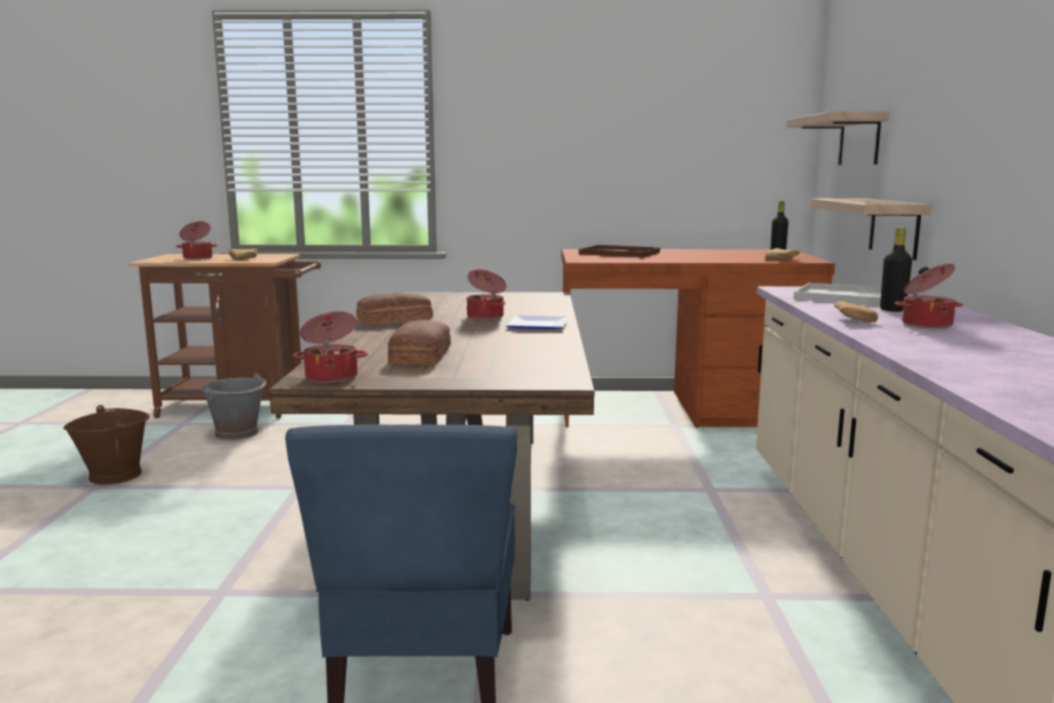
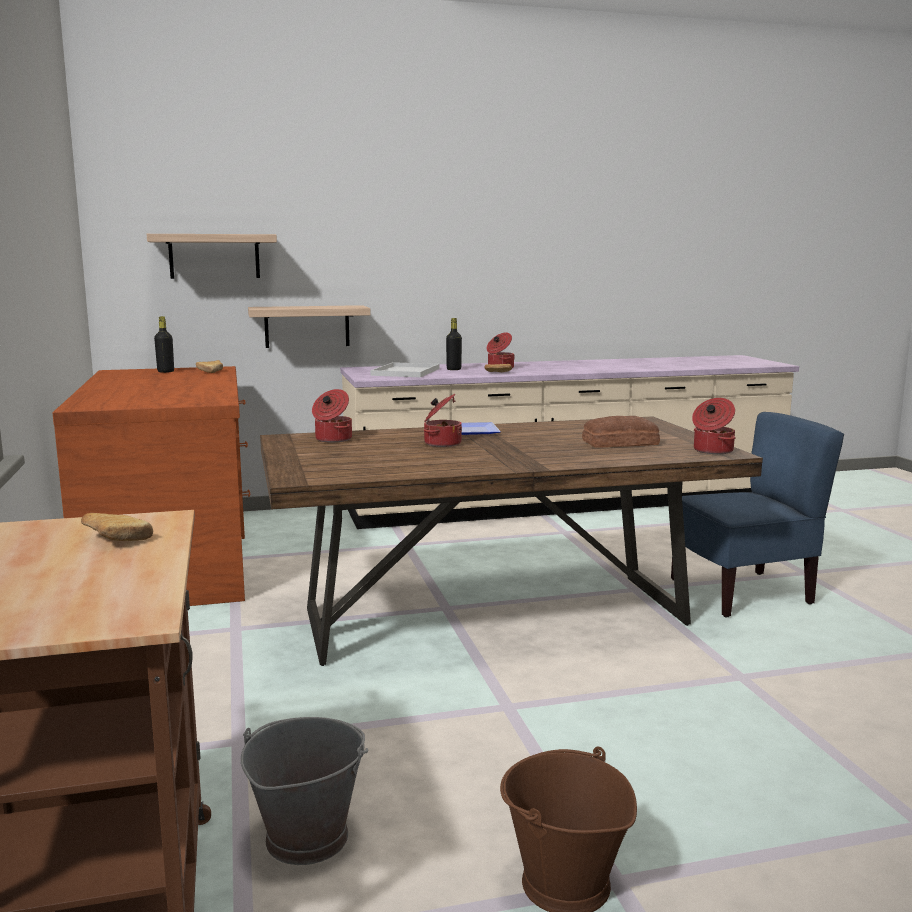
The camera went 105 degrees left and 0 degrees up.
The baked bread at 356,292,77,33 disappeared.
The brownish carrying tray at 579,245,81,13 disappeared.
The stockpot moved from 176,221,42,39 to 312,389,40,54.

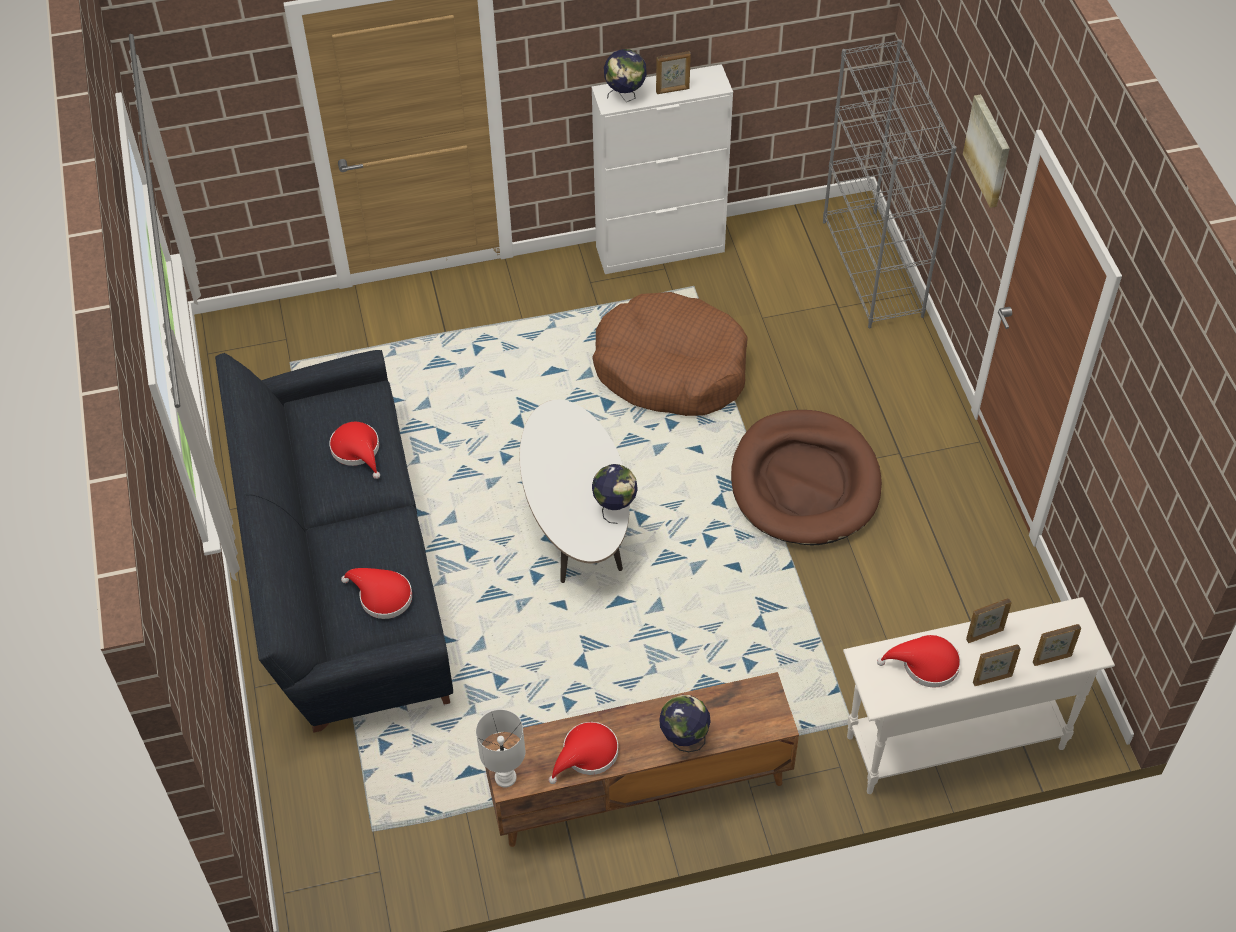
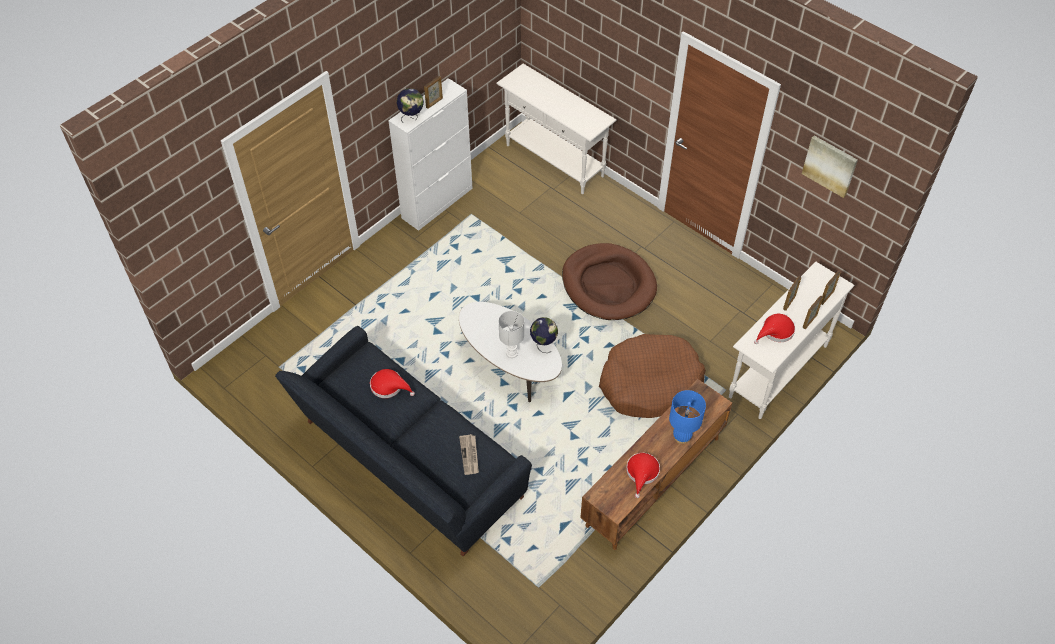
The camera went 35 degrees left and 0 degrees up.
The whitish table lamp moved from 476,709,49,78 to 499,311,25,47.
The brownish dog cushion moved from 592,292,156,124 to 599,334,107,84.
The wall picture moved from 963,94,47,114 to 802,136,56,62.
The red-coloured hat at 341,568,71,51 was replaced by the daily paper at 459,434,20,41.
The globe at 659,695,52,57 was replaced by the bluish table lamp at 669,390,37,54.
The grey shelving unit at 823,39,134,289 was replaced by the whitish console table at 496,64,121,130.

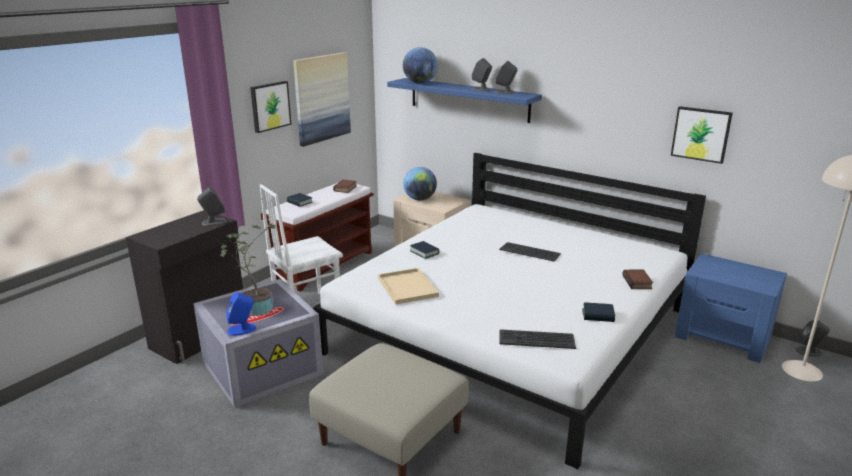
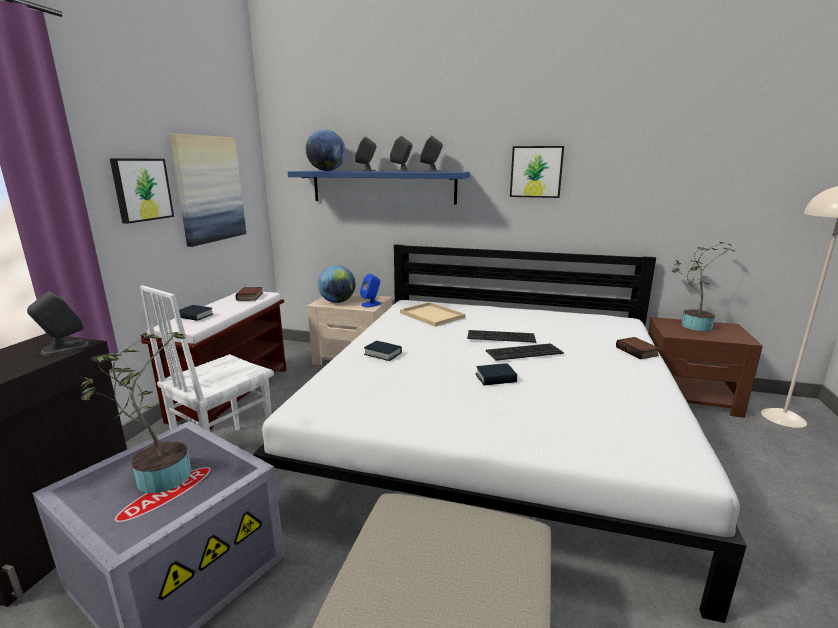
The camera went 20 degrees left and 5 degrees down.
The plant in a pot at 672,242,63,89 appeared.
The bluish audio speaker moved from 226,292,30,44 to 360,274,21,33.
The sand-coloured carrying tray moved from 378,268,61,37 to 400,302,65,25.
The computer keyboard moved from 499,329,77,20 to 486,343,78,18.
The book moved from 582,302,33,20 to 475,363,42,22.
The wall picture moved from 671,106,62,58 to 510,146,54,52.
The grey audio speaker moved from 796,320,34,37 to 355,136,21,35.
The bluish bedside table at 675,253,112,110 became the brownish bedside table at 648,317,115,101.

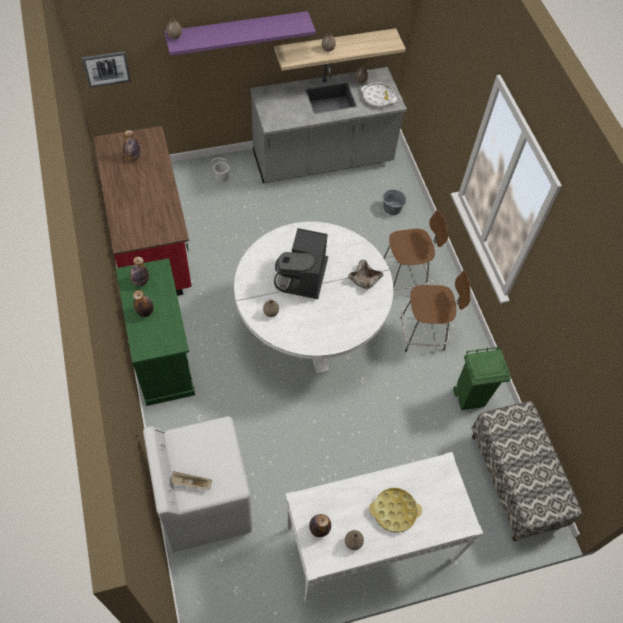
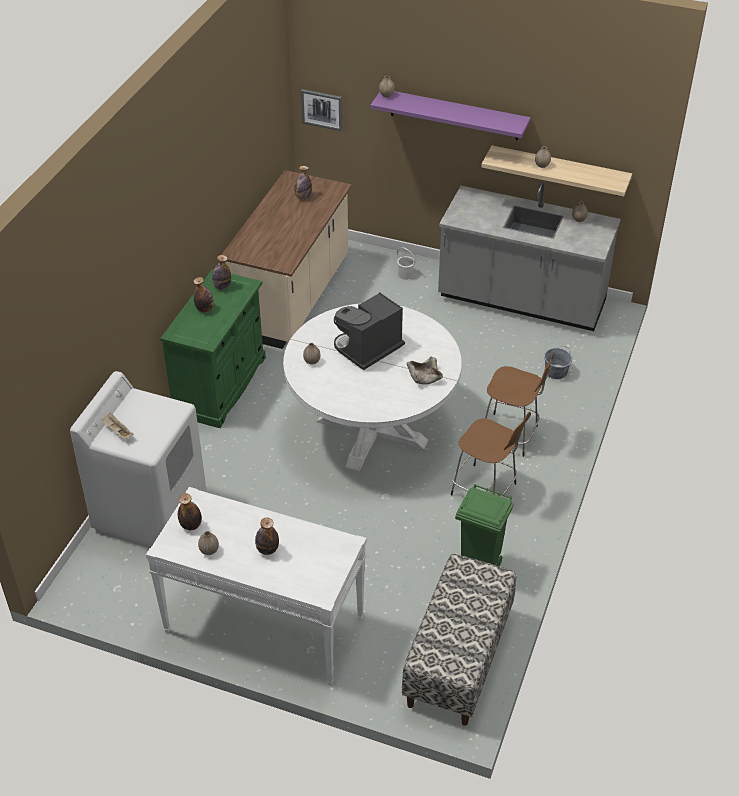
The camera went 40 degrees right and 15 degrees down.
The whitish carrying tray at 361,82,36,25 disappeared.
The yellow carrying tray at 369,488,53,45 was replaced by the beverage bottle at 255,518,24,37.
The red-coloured kitchen base unit at 93,126,99,170 became the sand-coloured kitchen base unit at 221,170,131,179.

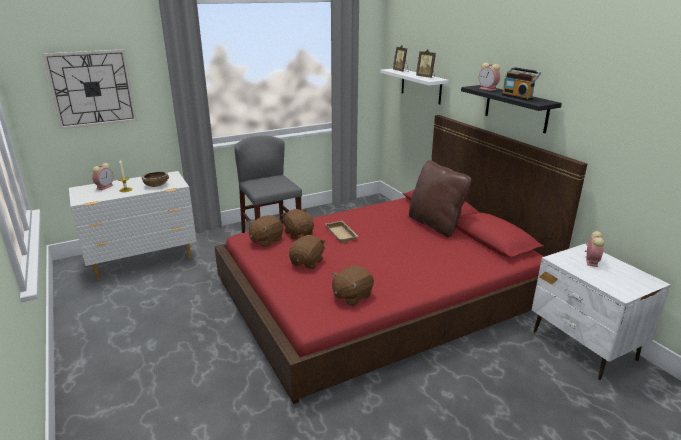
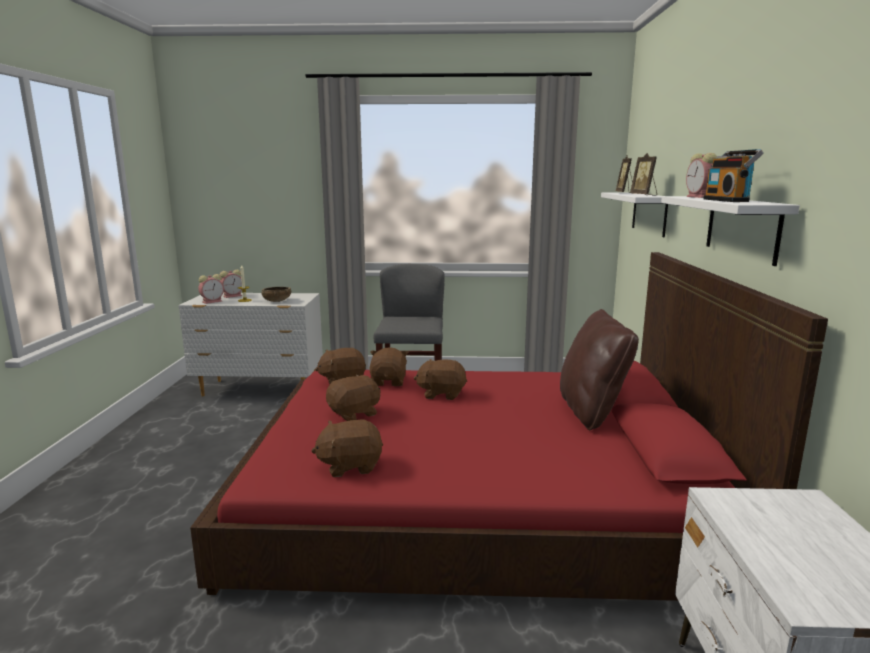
The camera went 30 degrees right and 10 degrees down.
The hanging clock at 42,49,95,80 disappeared.
The bedside clock moved from 585,231,19,36 to 198,274,26,30.
The sand-coloured carrying tray at 325,221,34,22 was replaced by the brownish plush toy at 414,359,53,41.
The black bracket shelf at 461,85,101,48 became the whitish bracket shelf at 661,196,139,70.

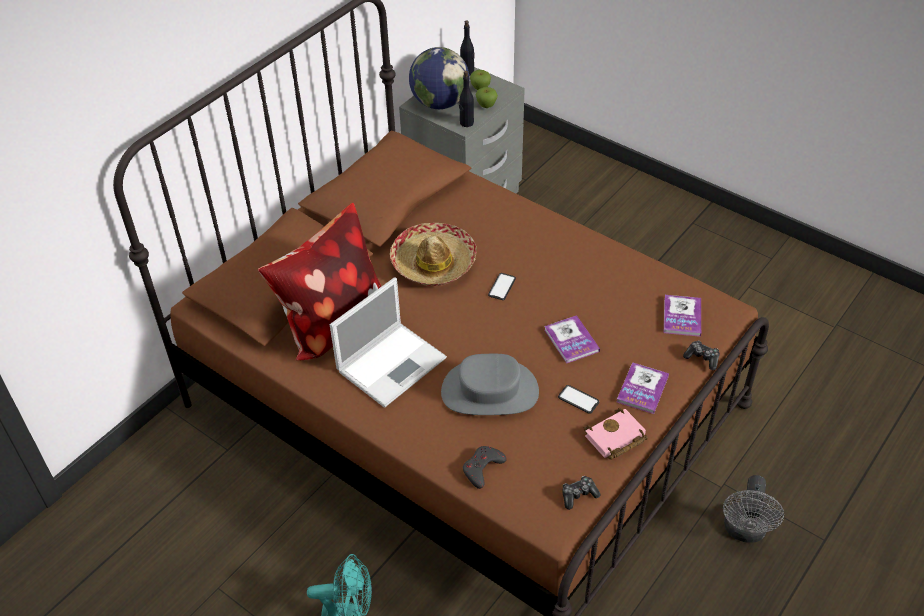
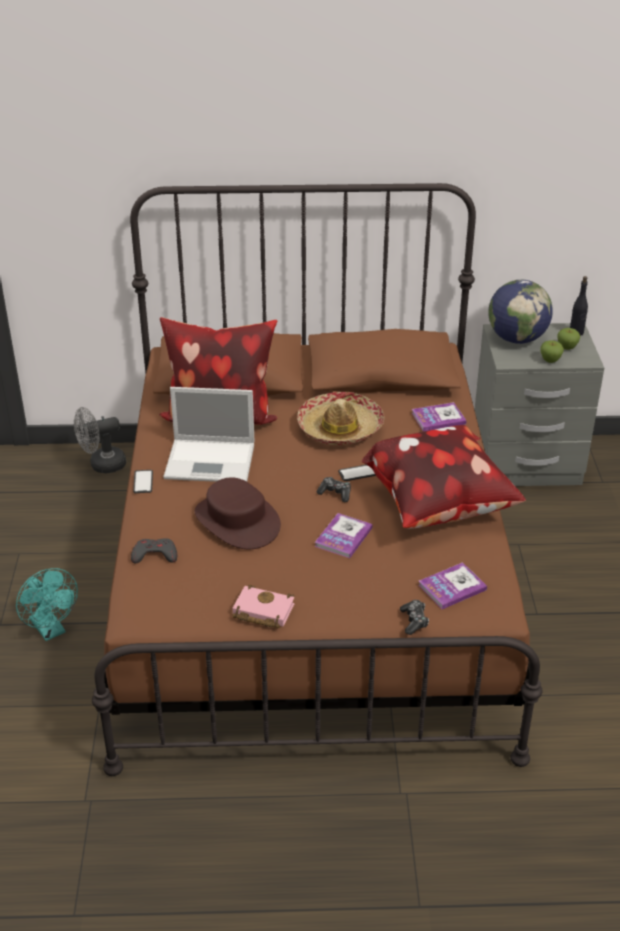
The camera went 50 degrees right and 10 degrees down.
The black beverage bottle at 459,71,15,56 disappeared.
The throw pillow at 362,425,164,104 appeared.
The handset moved from 558,385,42,29 to 133,470,20,23.
The gamepad moved from 562,476,39,34 to 317,477,34,25.
The book moved from 617,362,52,52 to 412,402,55,29.
The grey fan moved from 723,475,61,68 to 74,407,52,66.
The grey hat at 441,354,98,61 became the brownish hat at 195,477,86,72.

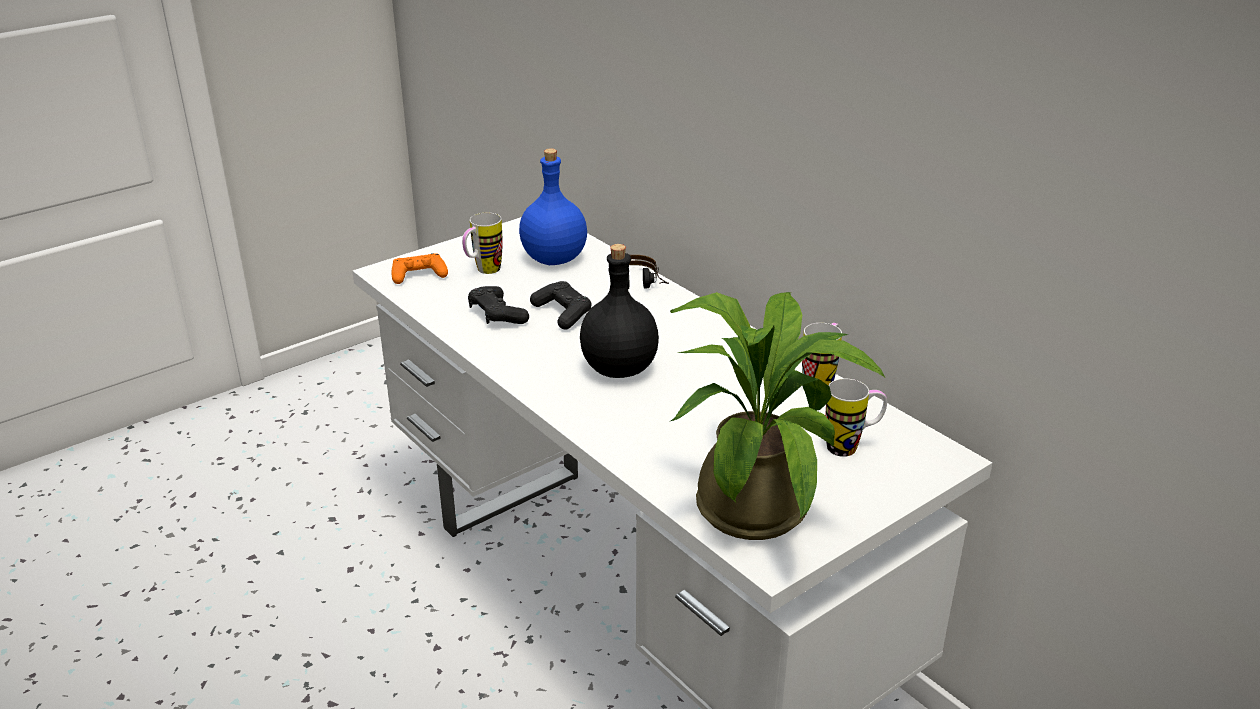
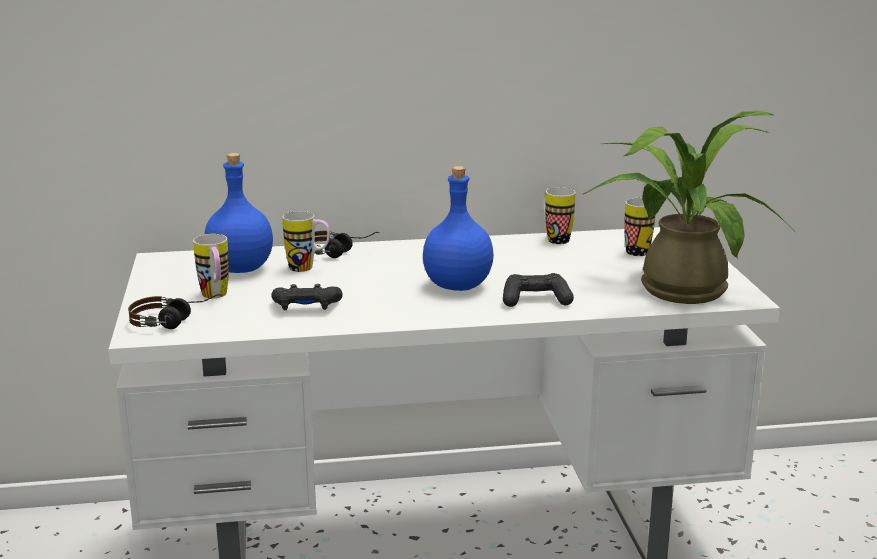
The camera went 60 degrees left and 10 degrees down.
The coffee mug at 282,211,48,61 appeared.
The black gamepad moved from 530,281,62,49 to 503,273,71,34.
The orangey gamepad at 391,253,57,31 was replaced by the pair of headphones at 128,294,94,35.
The black beverage bottle at 580,244,79,134 became the bluish beverage bottle at 423,166,71,125.

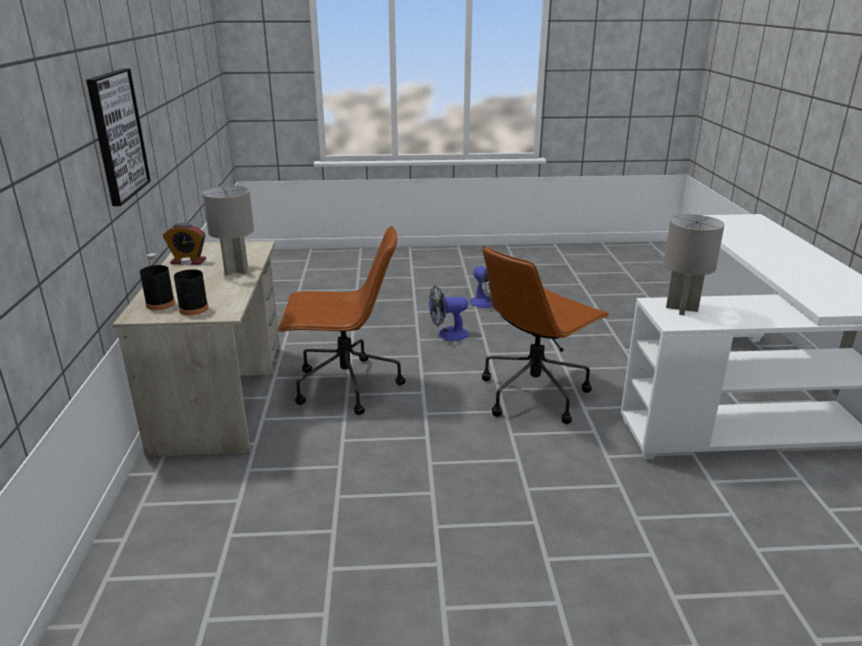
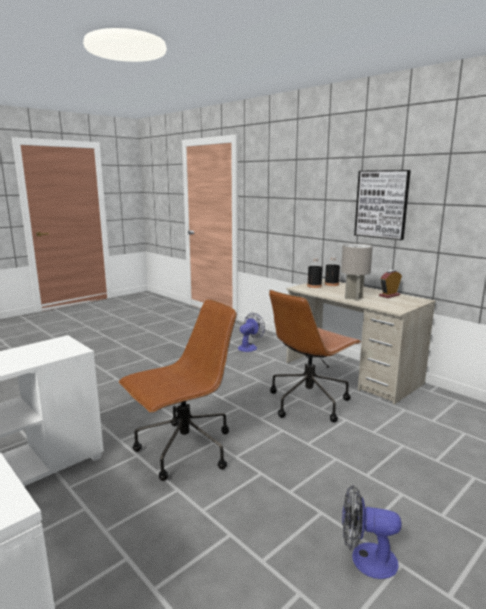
The camera went 140 degrees right and 10 degrees down.
The grey table lamp at 663,214,61,101 disappeared.
The fan moved from 429,286,40,55 to 238,313,27,39.
The brownish desk chair at 482,246,128,178 turned 45 degrees clockwise.

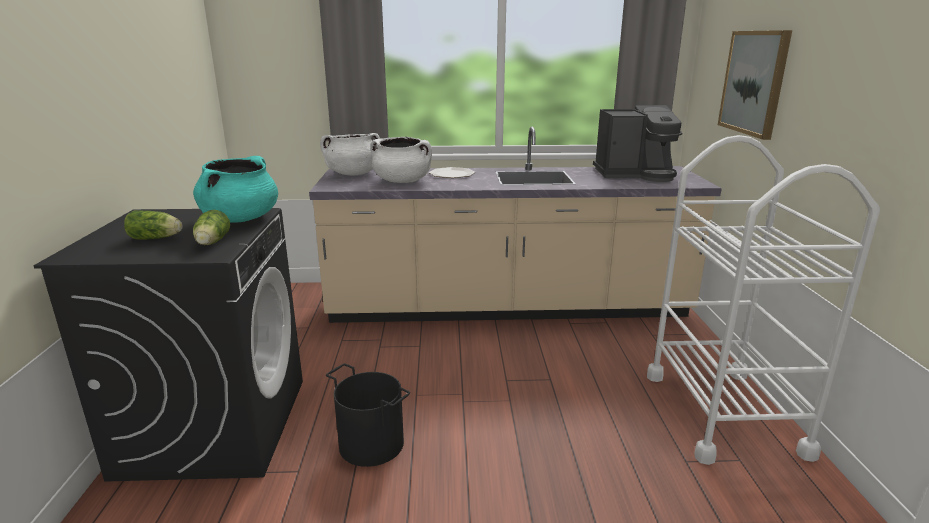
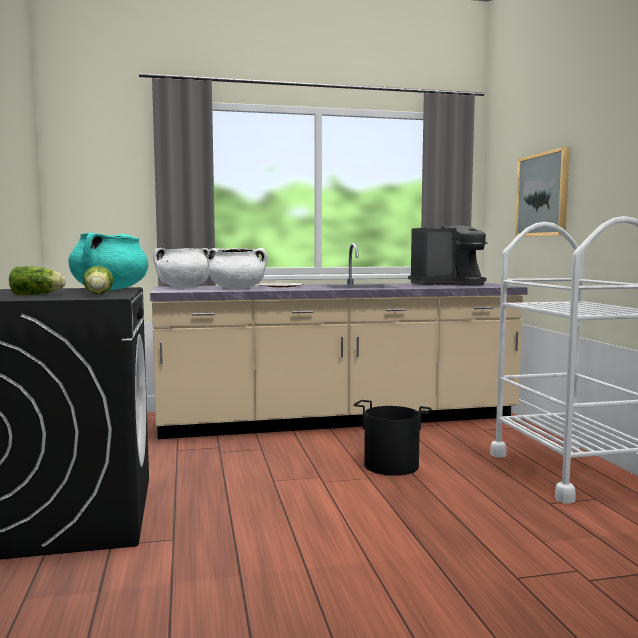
The camera went 10 degrees left and 15 degrees down.
The black water bucket moved from 326,364,84,103 to 353,400,79,76.

